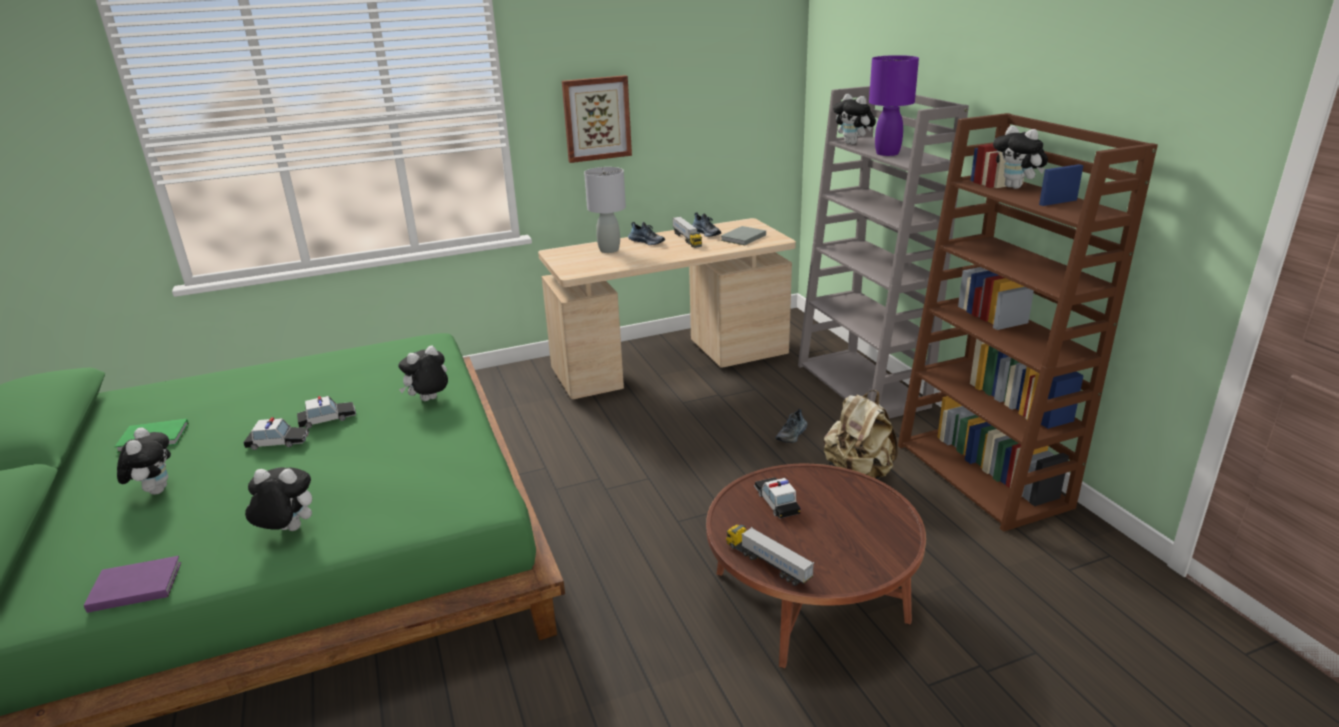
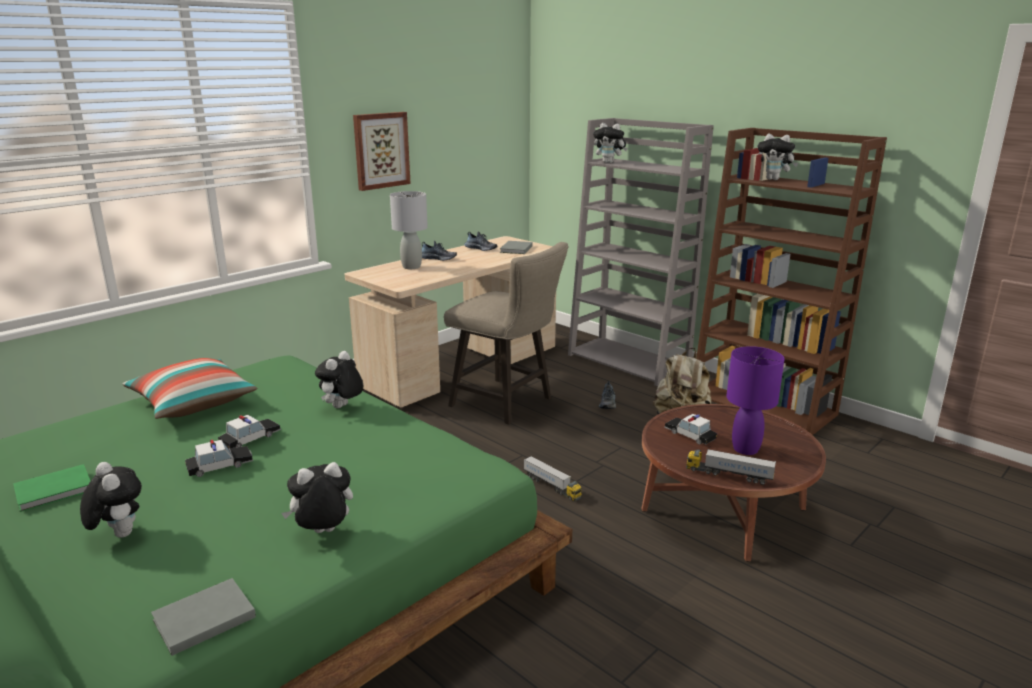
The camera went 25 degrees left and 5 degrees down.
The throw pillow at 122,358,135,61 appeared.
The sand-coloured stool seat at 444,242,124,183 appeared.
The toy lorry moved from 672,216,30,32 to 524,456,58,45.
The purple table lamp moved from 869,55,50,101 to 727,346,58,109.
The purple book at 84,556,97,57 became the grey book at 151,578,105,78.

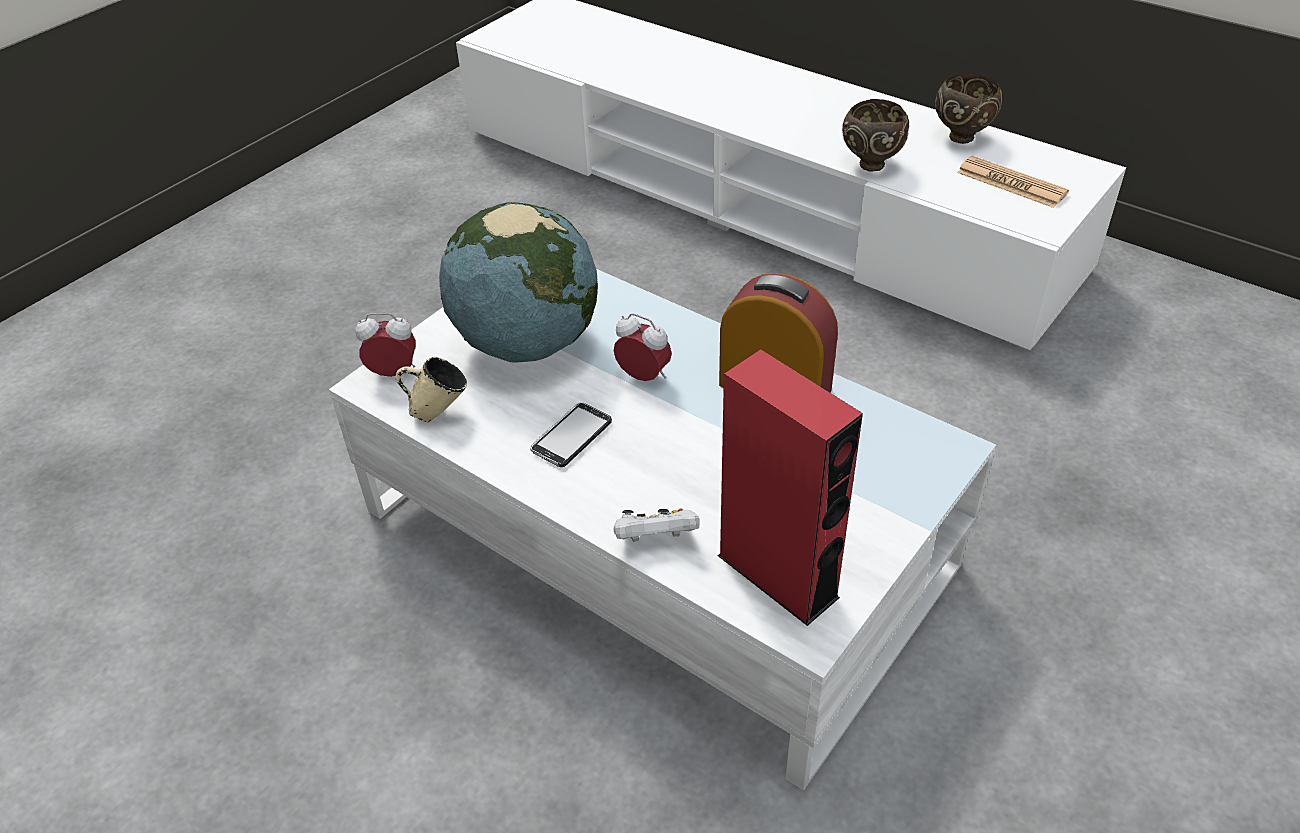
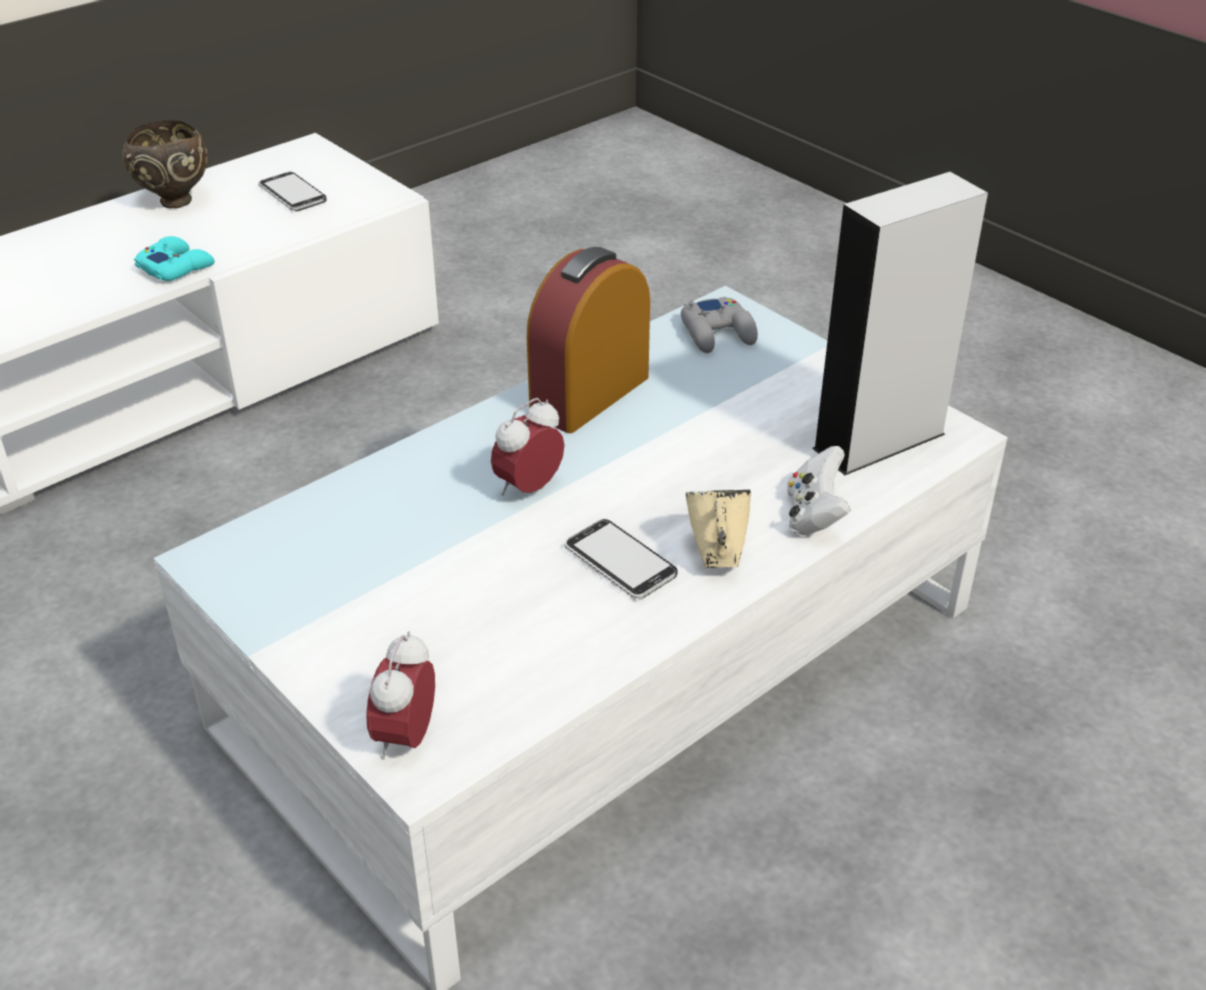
The camera went 80 degrees left and 5 degrees down.
The globe at 439,202,159,161 disappeared.
The grey gamepad at 681,297,77,56 appeared.
The sand-coloured coffee mug moved from 396,357,71,66 to 686,490,65,78.
The brownish bowl at 842,99,67,73 was replaced by the blue-green gamepad at 134,236,81,45.
The daily paper at 957,156,112,52 was replaced by the handset at 258,172,69,39.
The red-coloured audio speaker at 718,349,145,277 became the grey audio speaker at 812,172,176,303.

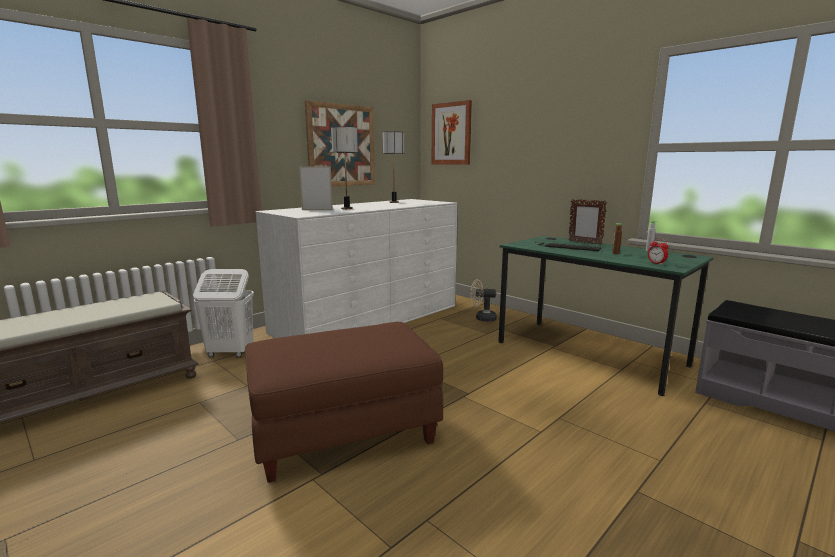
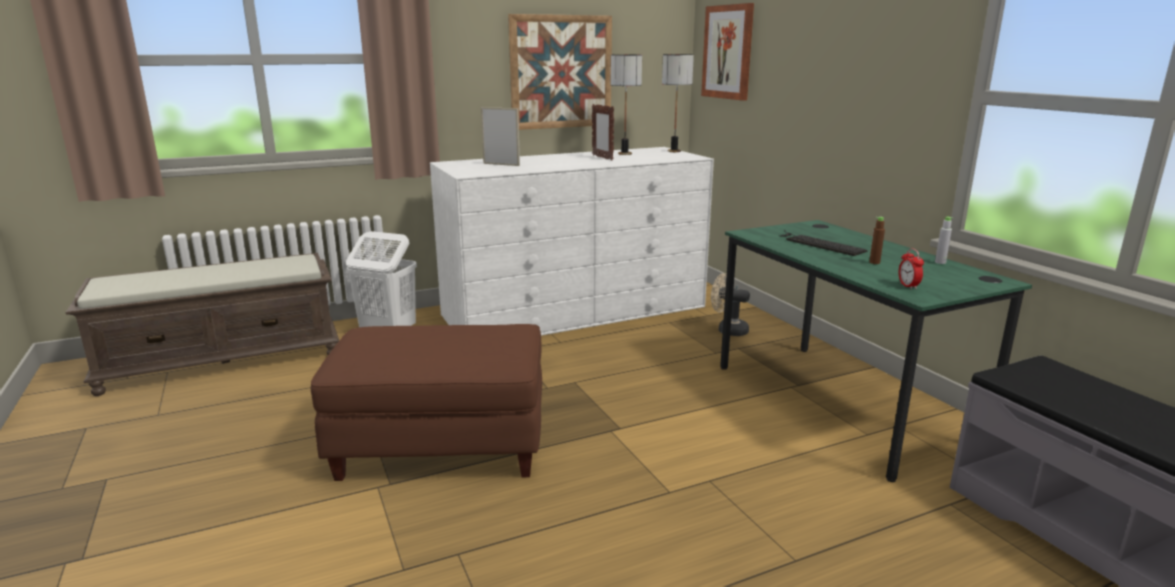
The camera went 20 degrees right and 5 degrees up.
The table lamp moved from 331,127,27,82 to 662,54,32,98.
The standing frame moved from 568,199,39,46 to 592,104,22,57.

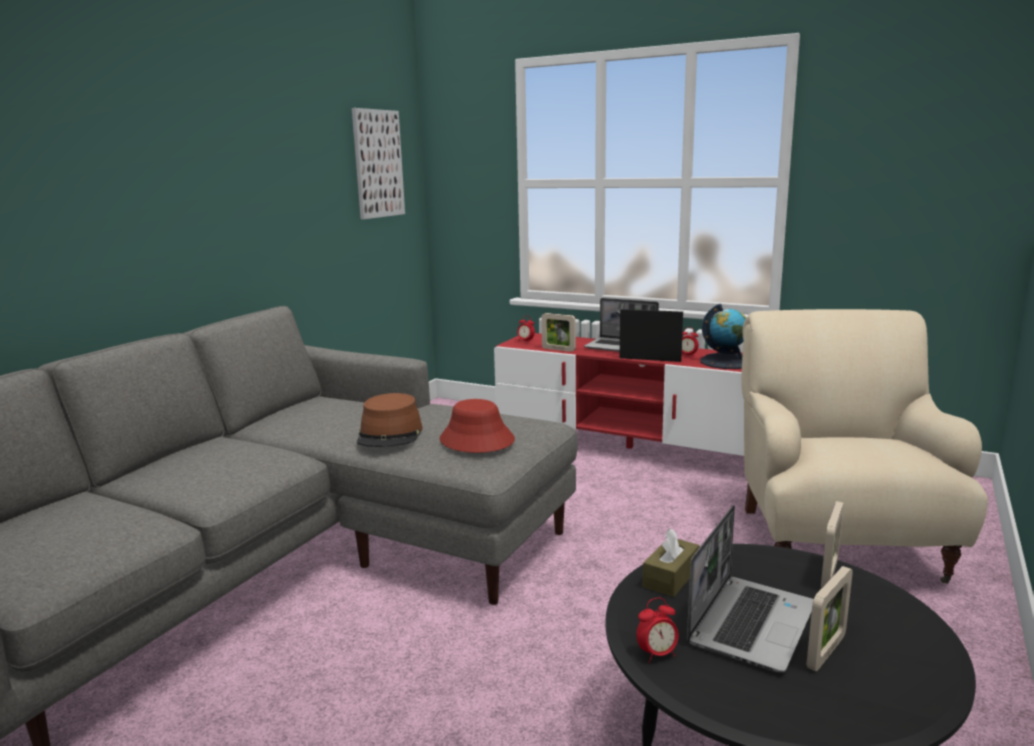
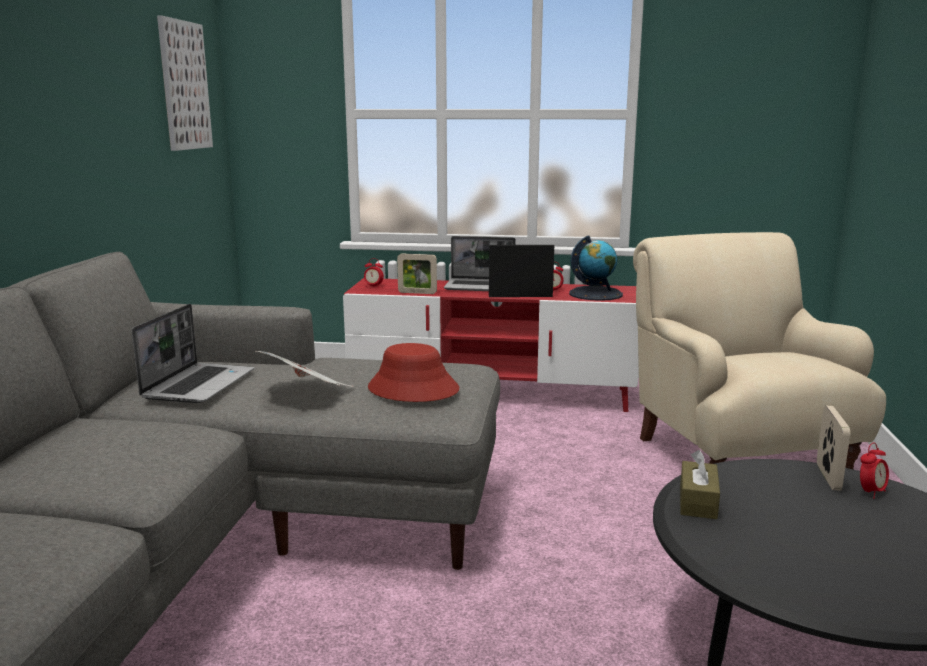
The camera went 20 degrees left and 0 degrees up.
The standing frame at 806,566,47,105 disappeared.
The bedside clock moved from 636,598,43,65 to 860,443,29,56.
The laptop moved from 687,505,127,168 to 132,304,122,99.
The brownish hat at 356,393,67,54 was replaced by the daily paper at 257,351,95,36.

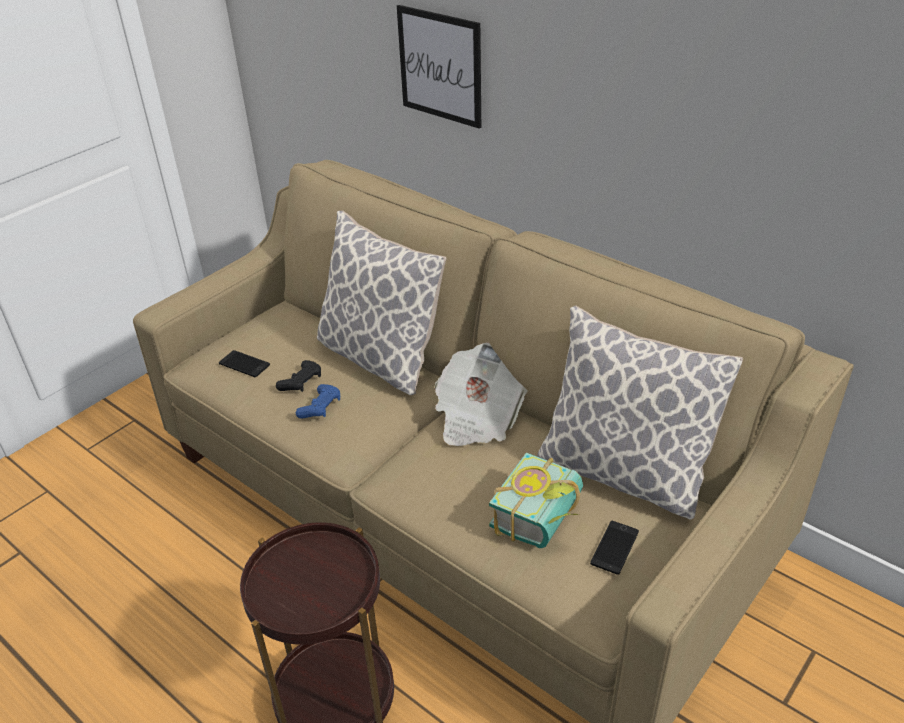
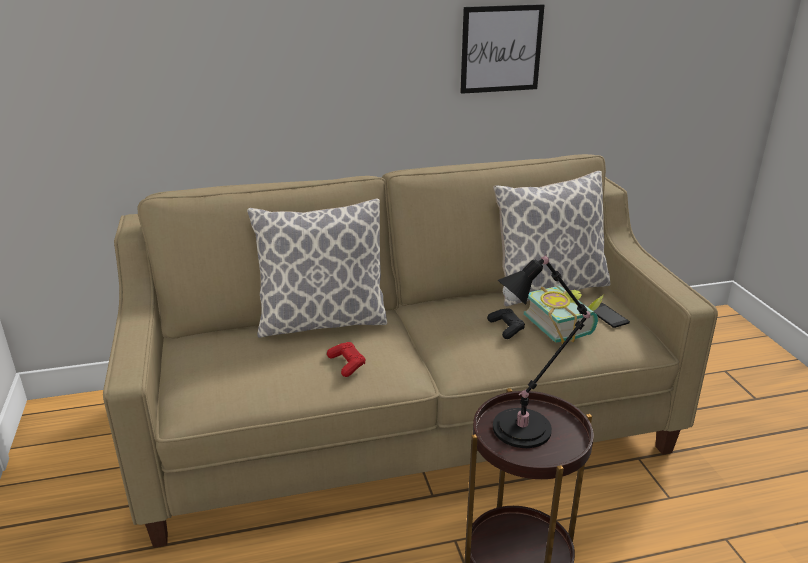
The camera went 55 degrees left and 10 degrees down.
The handset at 219,350,51,27 disappeared.
The daily paper at 434,343,94,103 disappeared.
The black table lamp at 493,254,98,194 appeared.
The black gamepad moved from 276,360,45,32 to 487,308,38,31.
The wall picture moved from 397,5,84,124 to 460,4,84,90.
The bluish gamepad at 296,384,44,35 became the red-coloured gamepad at 327,342,38,35.

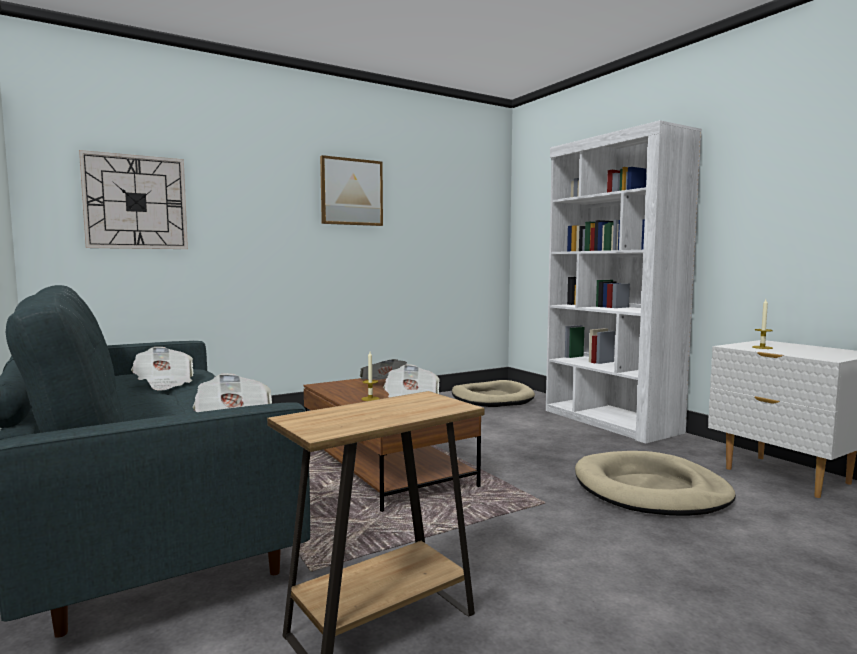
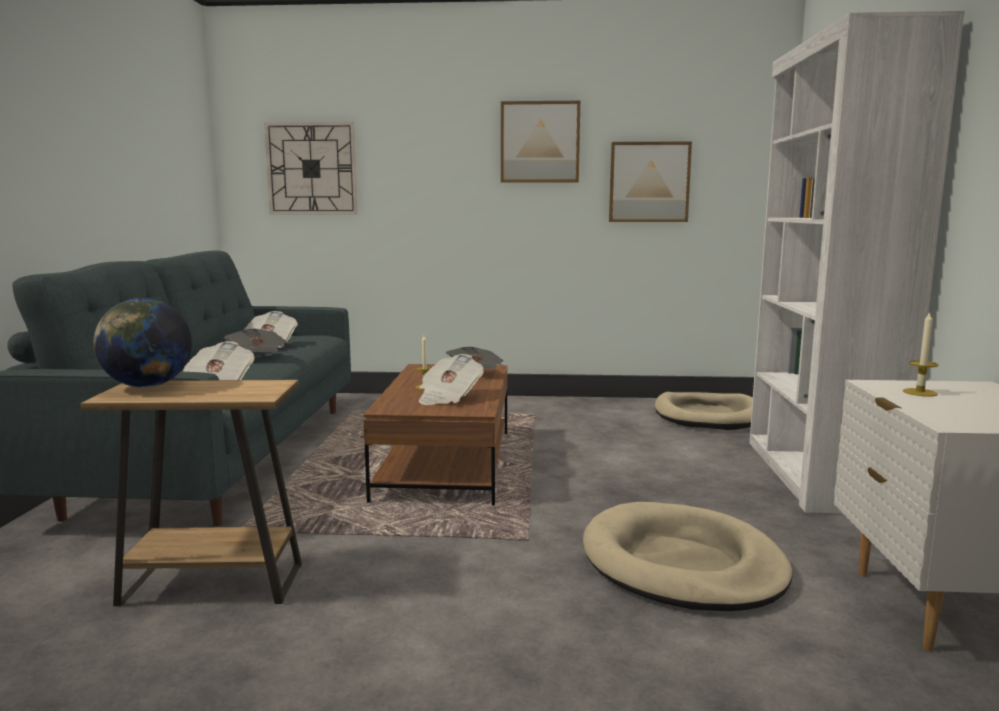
The camera went 35 degrees right and 5 degrees up.
The globe at 93,298,99,90 appeared.
The daily paper at 224,329,62,23 appeared.
The wall picture at 609,141,83,81 appeared.

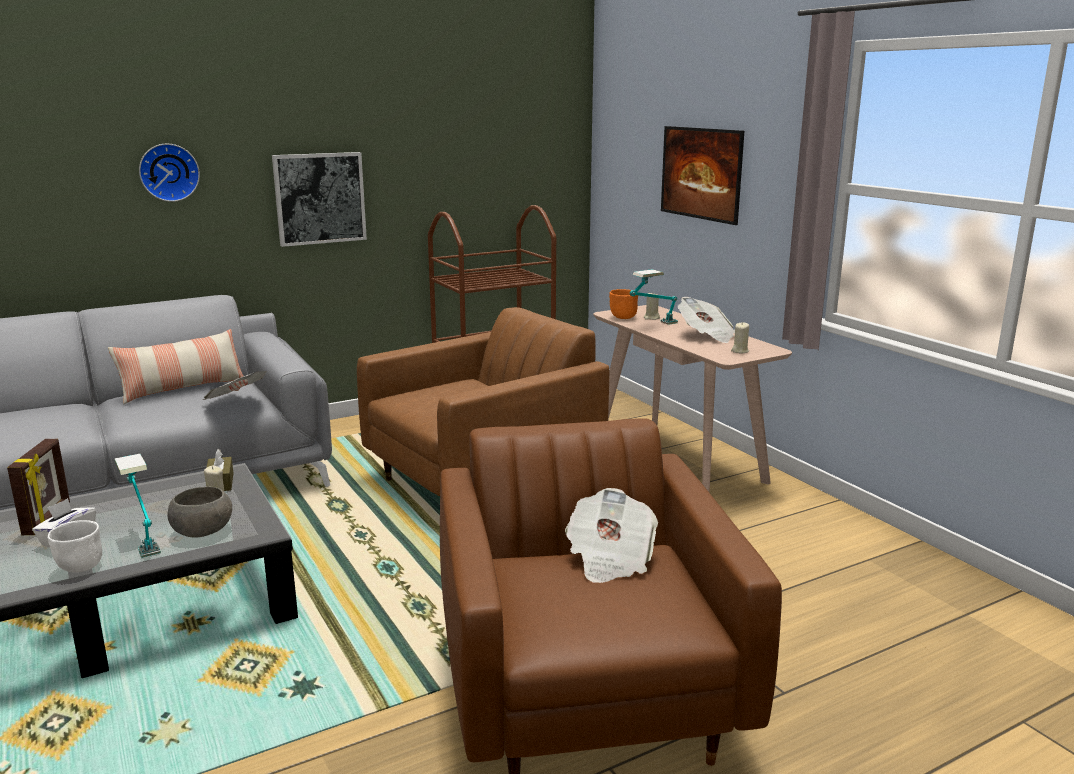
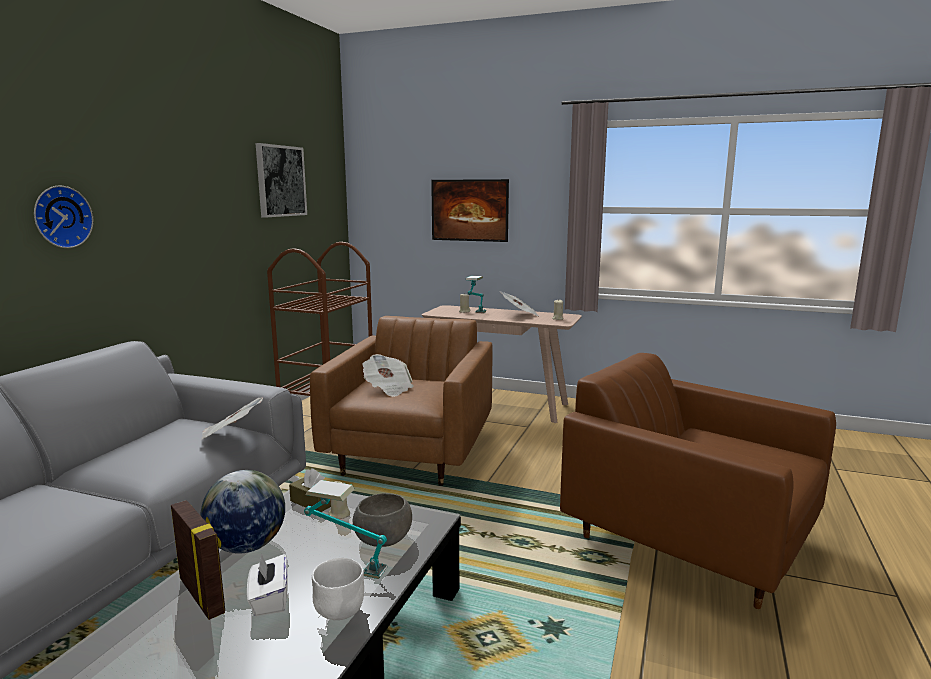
The camera went 40 degrees left and 5 degrees down.
The throw pillow at 108,329,136,76 disappeared.
The orangey bowl at 609,289,29,30 disappeared.
The globe at 201,470,84,84 appeared.
The wall picture moved from 272,152,95,95 to 255,143,52,75.
The daily paper moved from 565,488,93,95 to 362,354,52,43.

